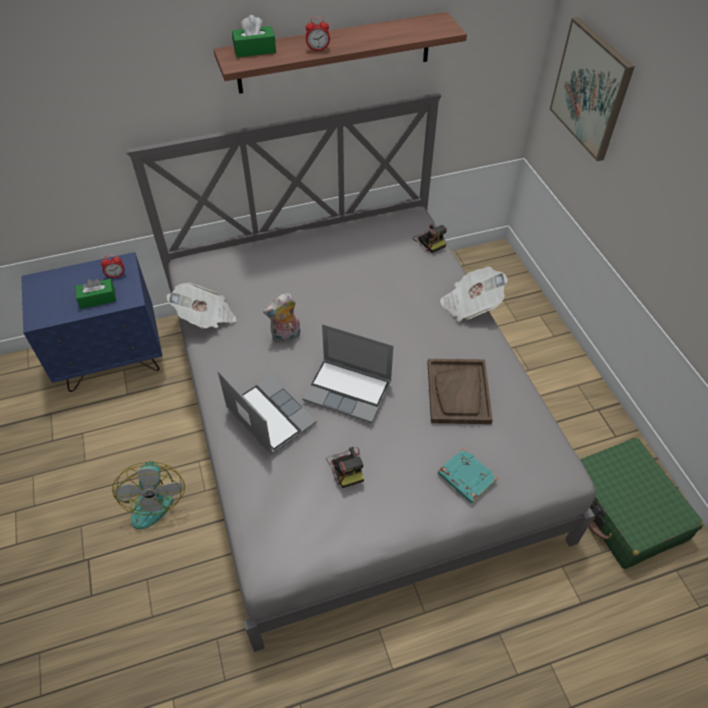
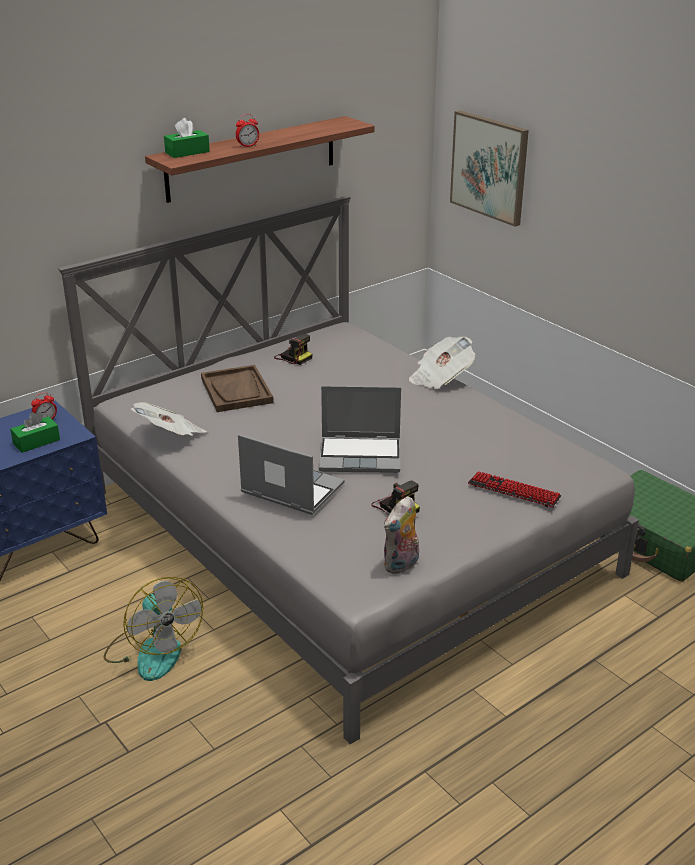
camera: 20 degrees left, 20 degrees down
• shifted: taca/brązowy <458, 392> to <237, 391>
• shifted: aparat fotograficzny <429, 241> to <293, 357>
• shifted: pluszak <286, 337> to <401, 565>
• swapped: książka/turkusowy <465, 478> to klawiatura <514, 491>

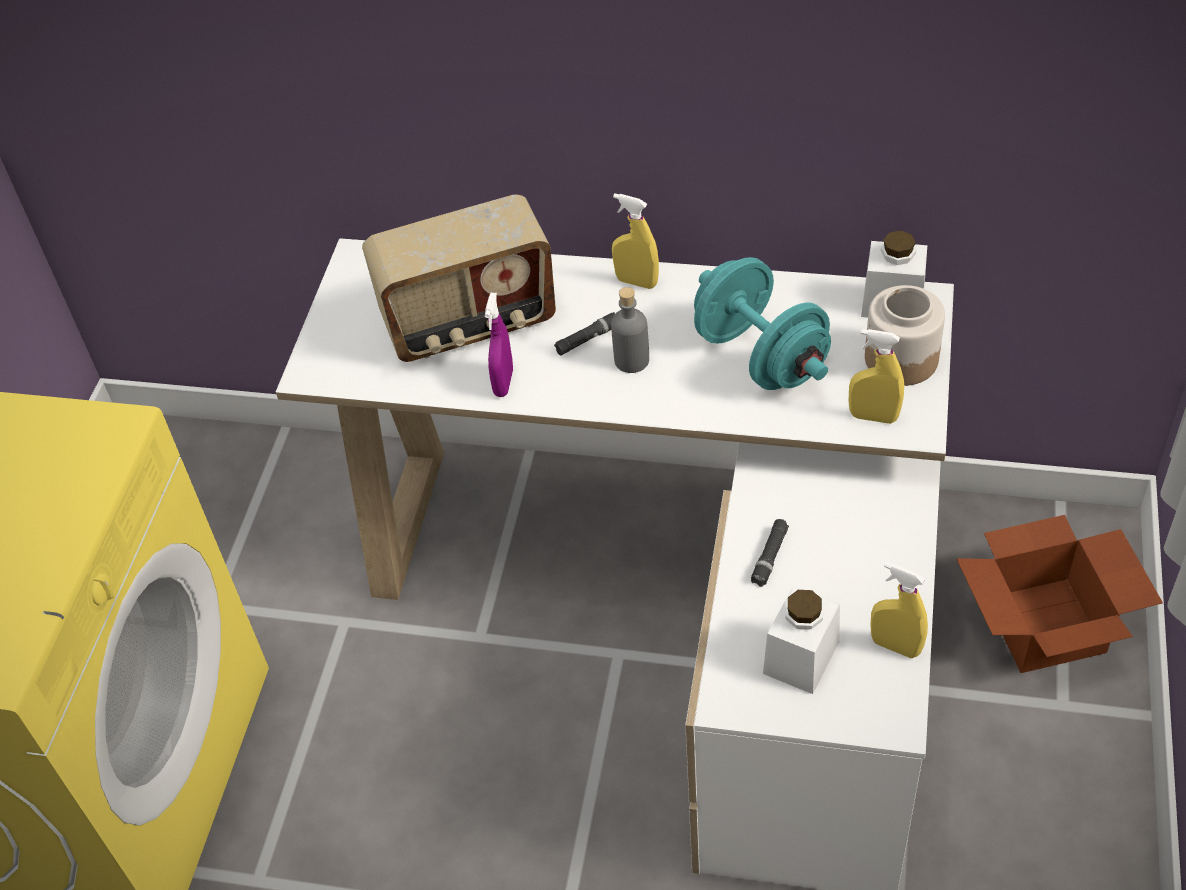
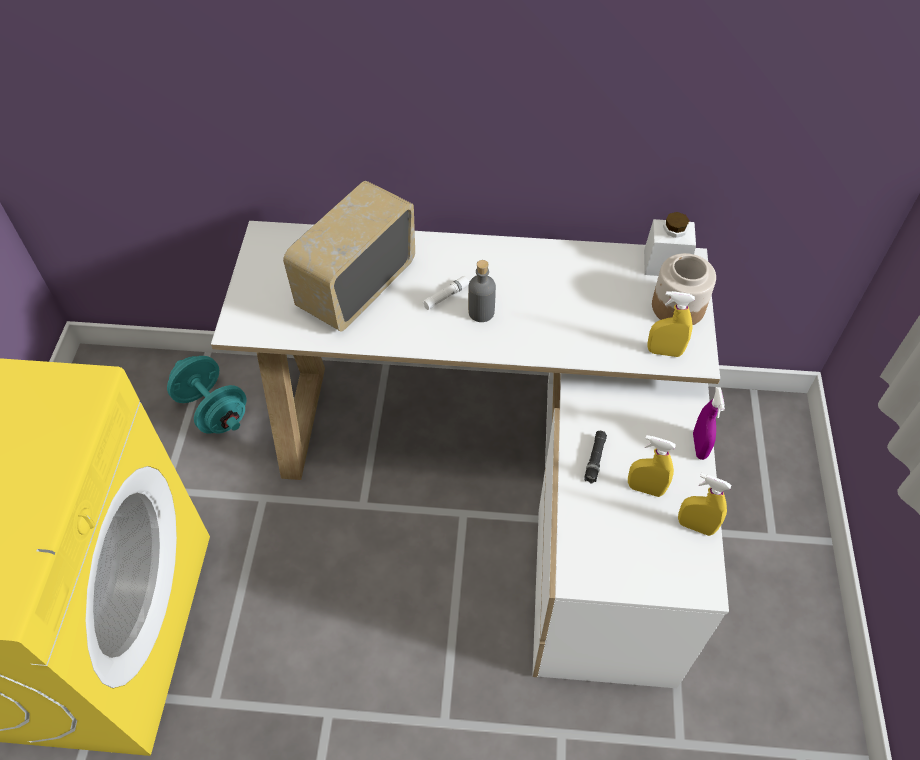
camera: 10 degrees left, 5 degrees up
• shifted: hantel/turkusowy <760, 356> to <213, 410>
• rotated: radio <470, 324> = <356, 286> 150 degrees clockwise
• repainted: latarka/czarny <587, 339> to latarka/biały <446, 296>
• shifted: spryskiwacz/żółty <636, 282> to <645, 489>
• shifted: spryskiwacz/fioletowy <503, 383> to <699, 446>
• gone: słoik/biały <801, 657>
• gone: karton <1048, 626>

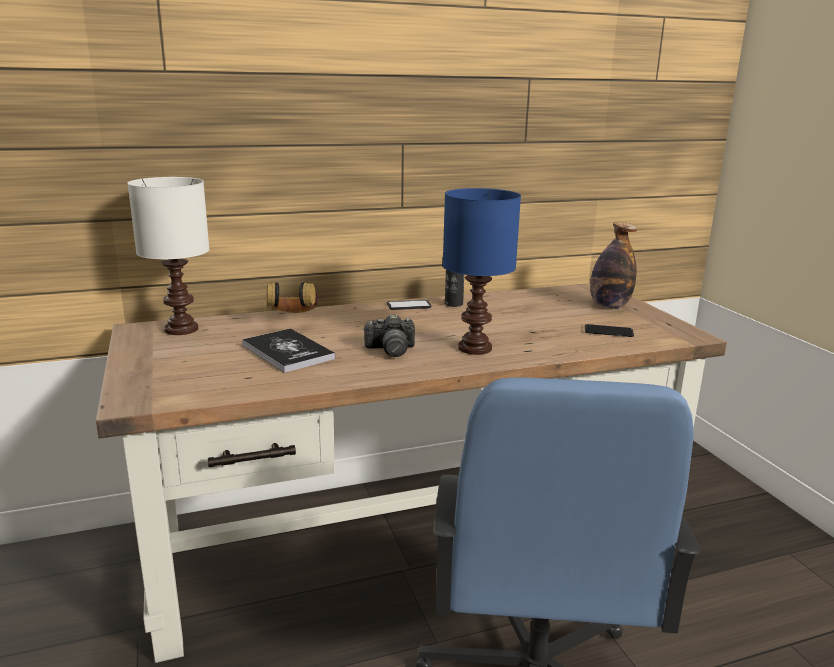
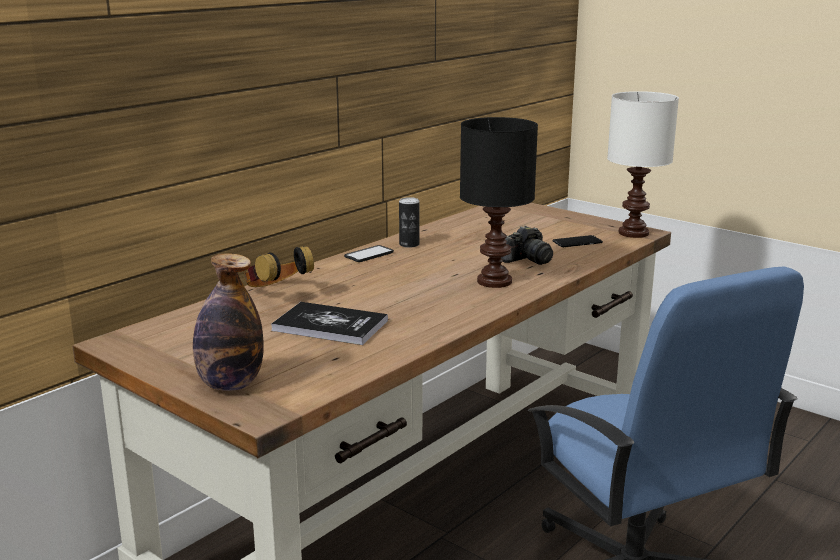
camera: 30 degrees left, 0 degrees up
• shifted: butelka <609, 306> to <230, 384>
• repainted: lampa stołowa/niebieski <473, 348> to lampa stołowa/czarny <493, 281>
• shifted: aparat fotograficzny <390, 350> to <527, 260>
• shifted: lampa stołowa/biały <180, 330> to <633, 233>

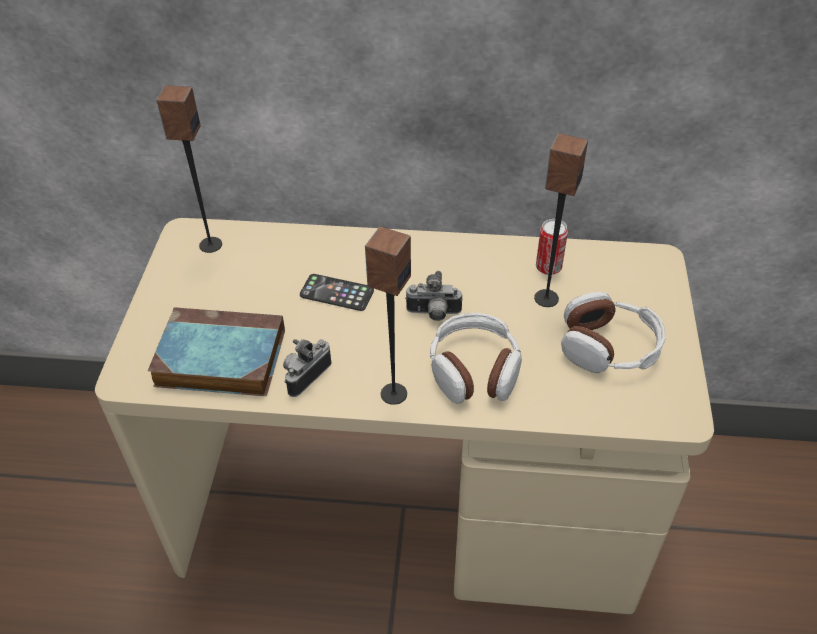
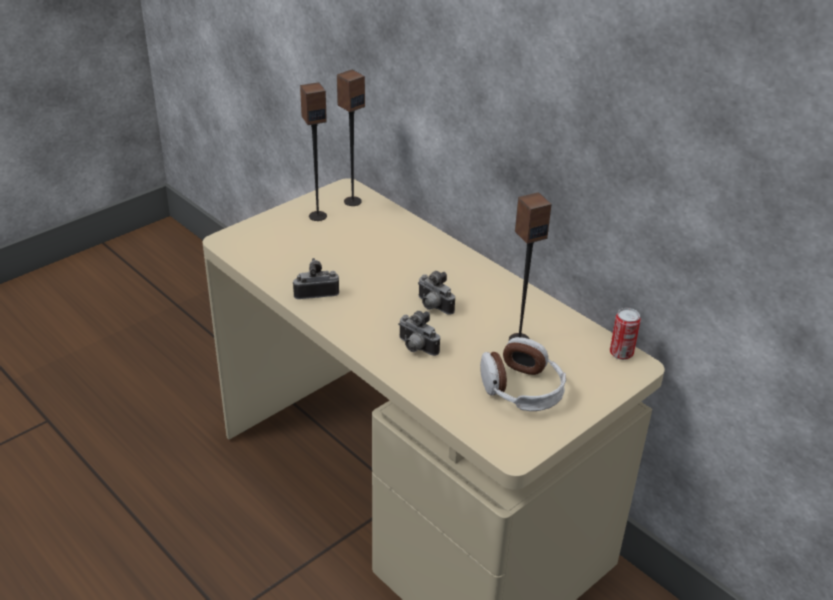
camera: 40 degrees right, 10 degrees down
• shifted: głośnik <393, 393> to <317, 216>
• swapped: słuchawki <474, 370> to aparat fotograficzny <415, 348>
• shifted: puszka <548, 267> to <621, 353>
• gone: książka <217, 359>
• gone: telefon <337, 293>

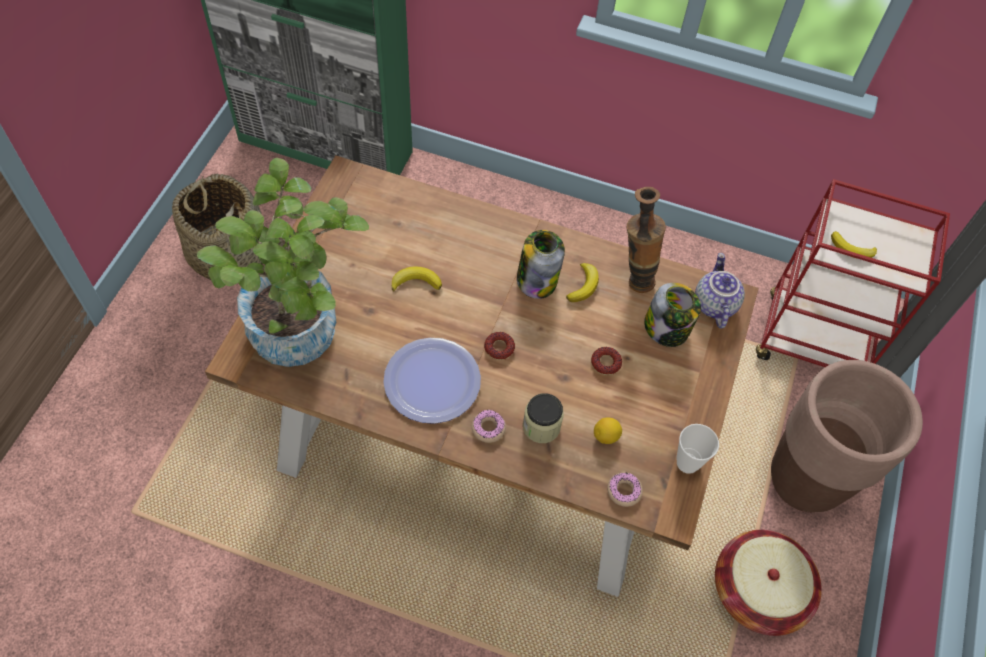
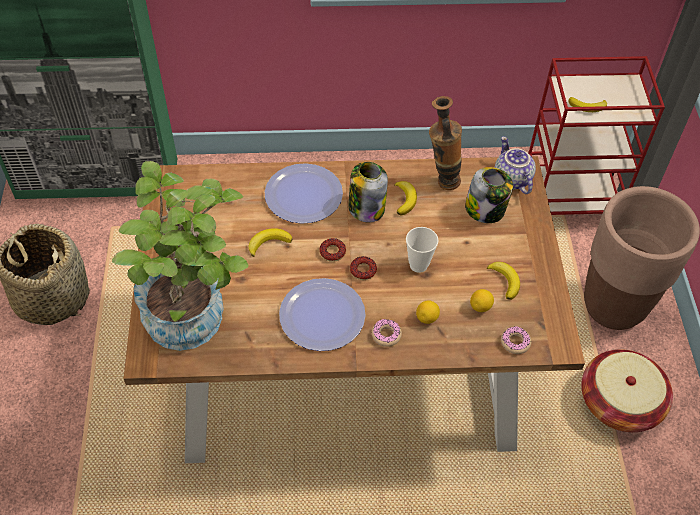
camera: 20 degrees left, 5 degrees down
• new: talerz <304, 195>
• shifted: donut <606, 363> to <332, 252>
• shifted: filiżanka <687, 463> to <418, 265>
• swapped: słoik <541, 426> to cytryna <427, 318>
• new: banan <505, 281>

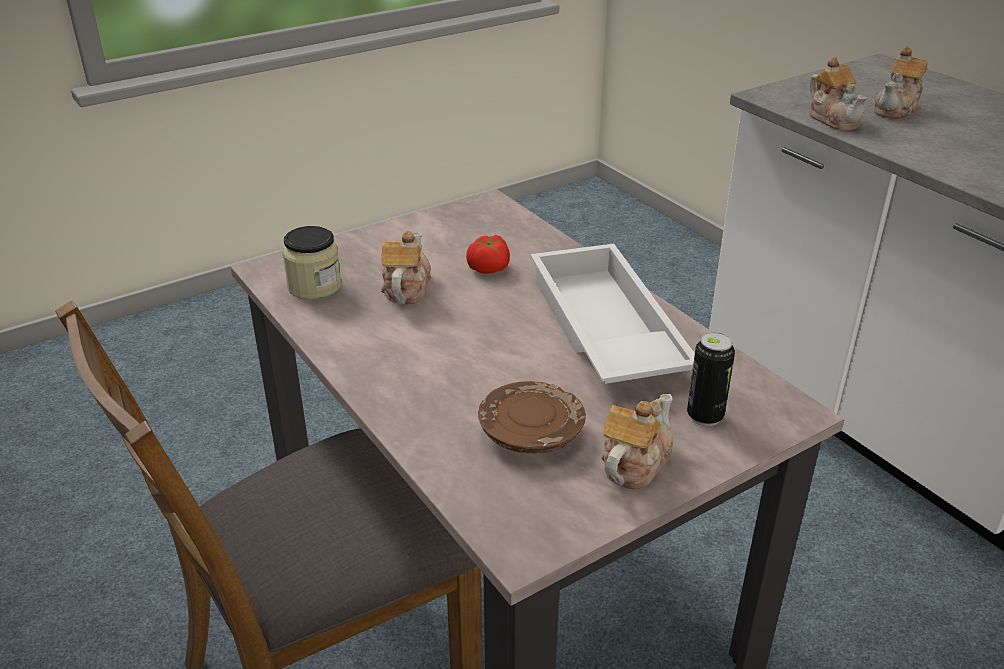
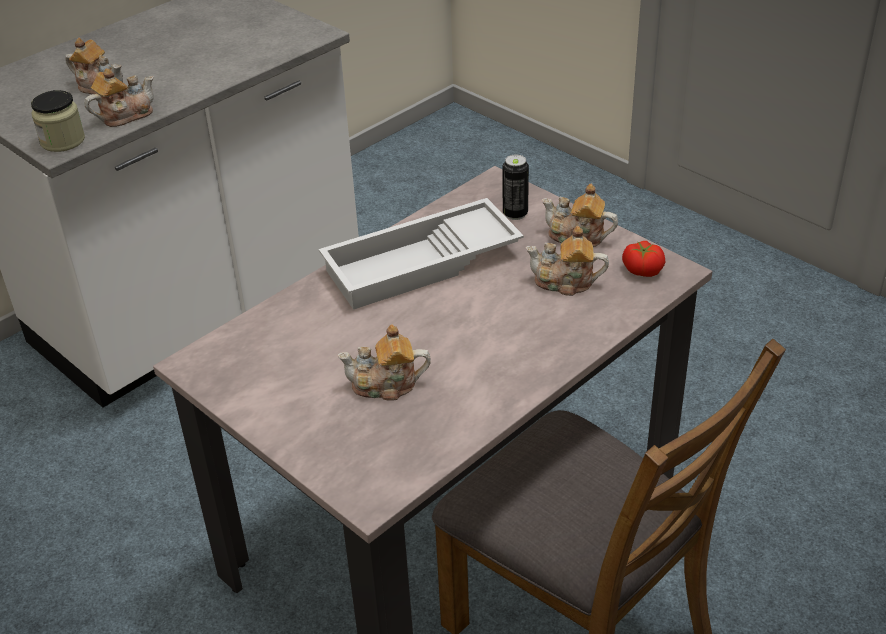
camera: 100 degrees left, 5 degrees up
• shifted: słoik <314, 286> to <62, 141>
• swapped: talerz/brązowy <530, 432> to imbryk <565, 282>
• shifted: pomidor <489, 268> to <642, 269>

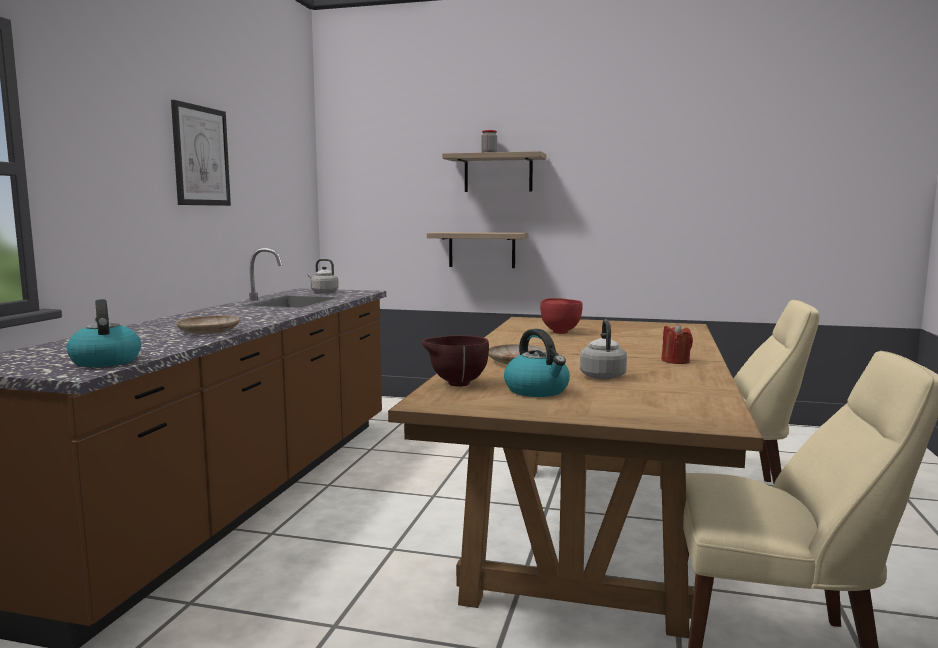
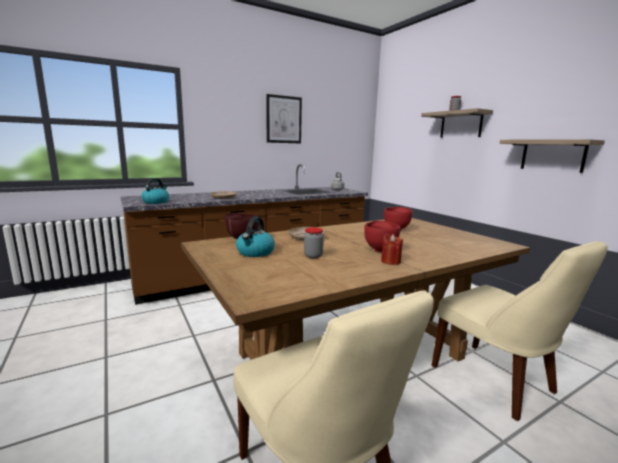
camera: 45 degrees right, 5 degrees up
• swapped: czajnik/szary <602, 376> to słoik <313, 256>
• new: miska/czerwony <380, 249>
• shifted: półka <482, 249> to <552, 155>

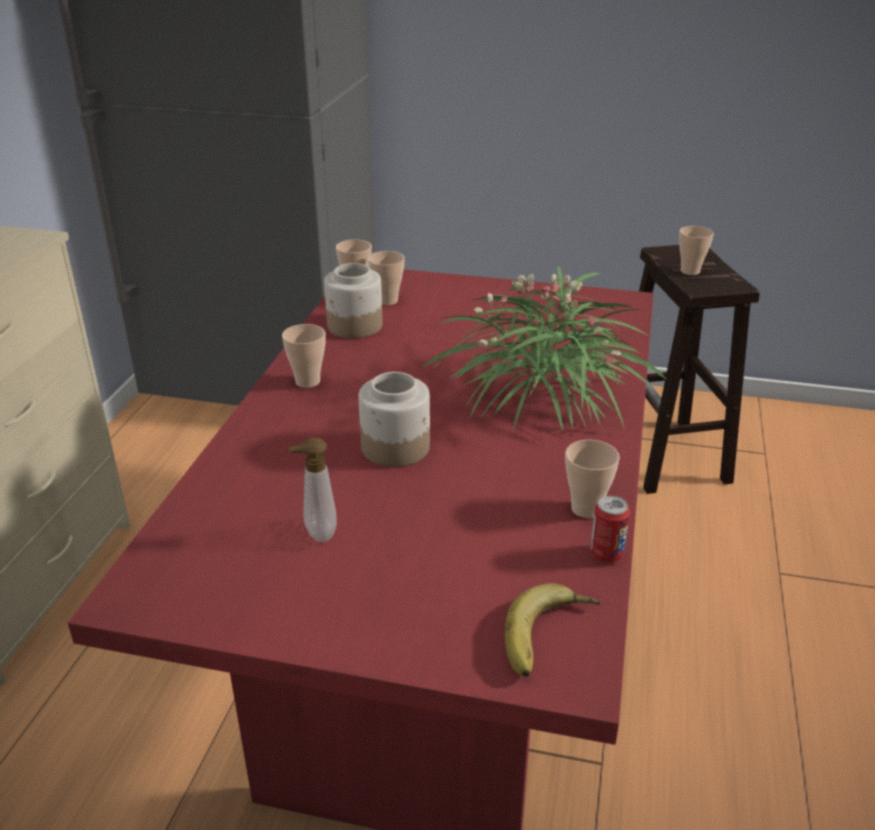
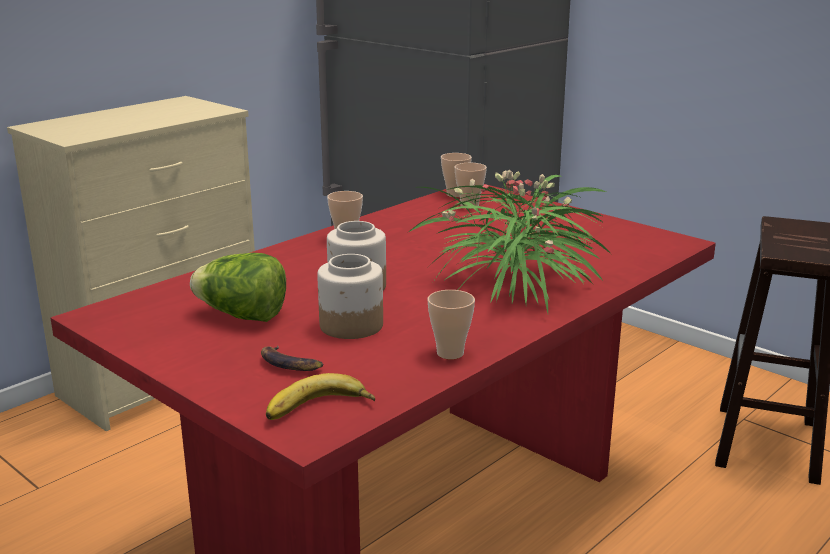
camera: 30 degrees right, 10 degrees down
• swapped: dozownik mydła <317, 534> to sałata <242, 316>
• new: banan <289, 364>
• shifted: słoik <354, 326> to <350, 326>
• gone: puszka <606, 554>
• gone: filiżanka <690, 271>

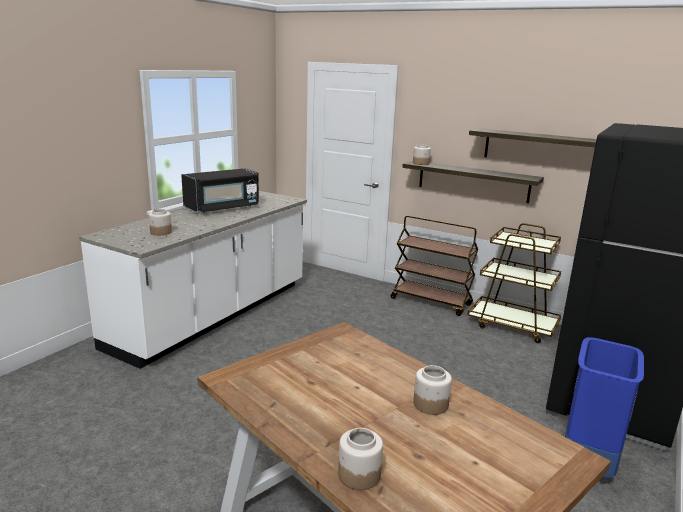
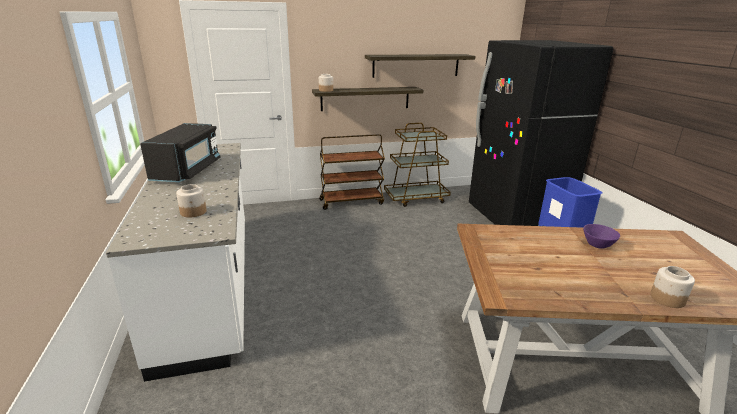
camera: 45 degrees left, 5 degrees up
• swapped: słoik <430, 404> to miska/fioletowy <597, 245>

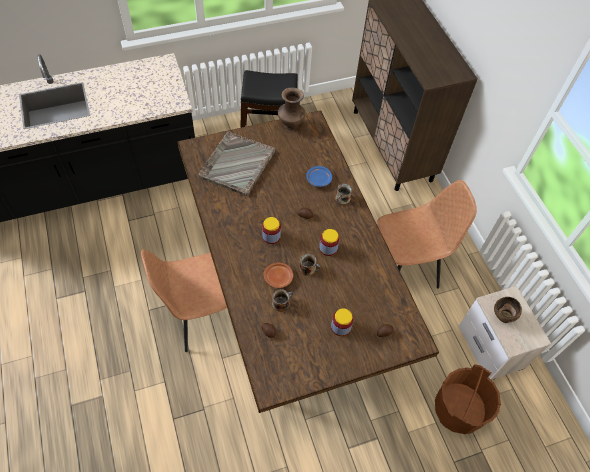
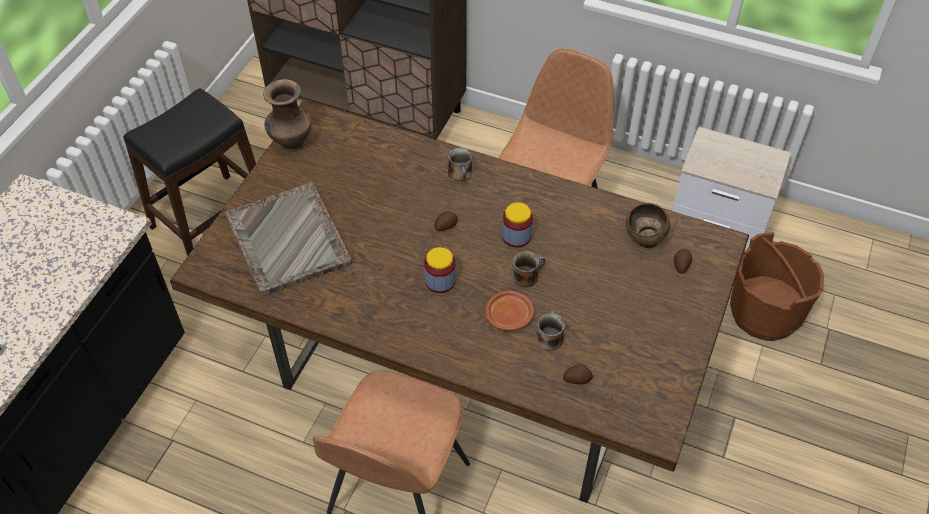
camera: 45 degrees left, 5 degrees down
• shifted: miska/brązowy <502, 316> to <644, 241>
• gone: talerz/niebieski <318, 180>
• gone: słoik <341, 327>

